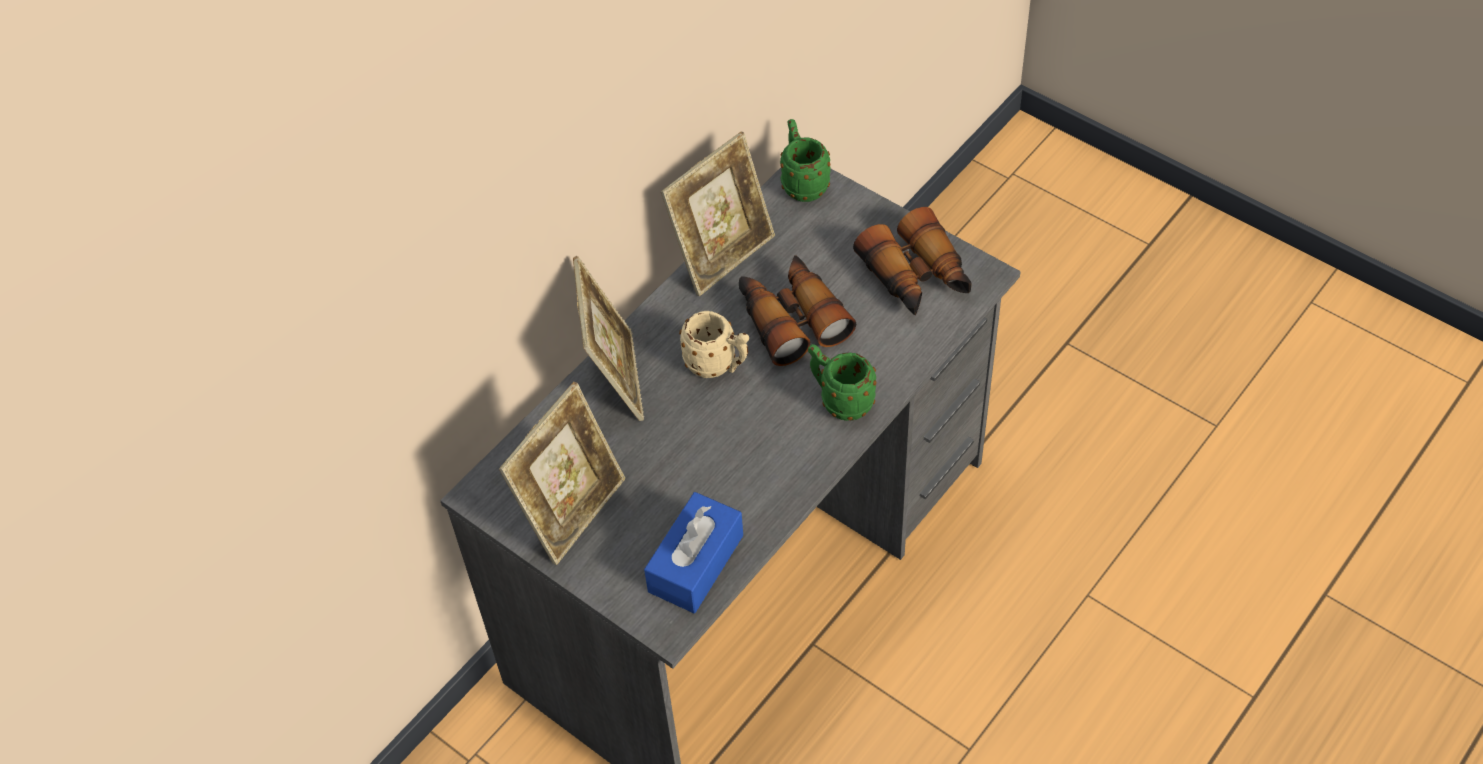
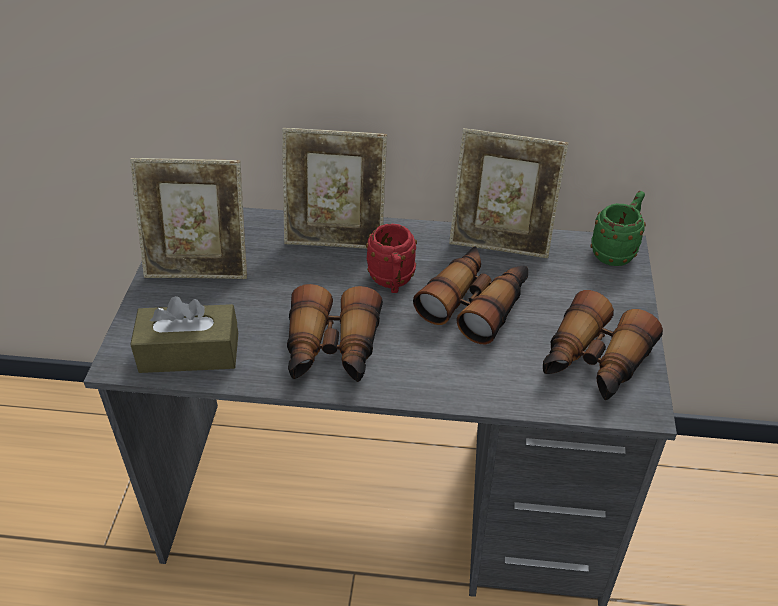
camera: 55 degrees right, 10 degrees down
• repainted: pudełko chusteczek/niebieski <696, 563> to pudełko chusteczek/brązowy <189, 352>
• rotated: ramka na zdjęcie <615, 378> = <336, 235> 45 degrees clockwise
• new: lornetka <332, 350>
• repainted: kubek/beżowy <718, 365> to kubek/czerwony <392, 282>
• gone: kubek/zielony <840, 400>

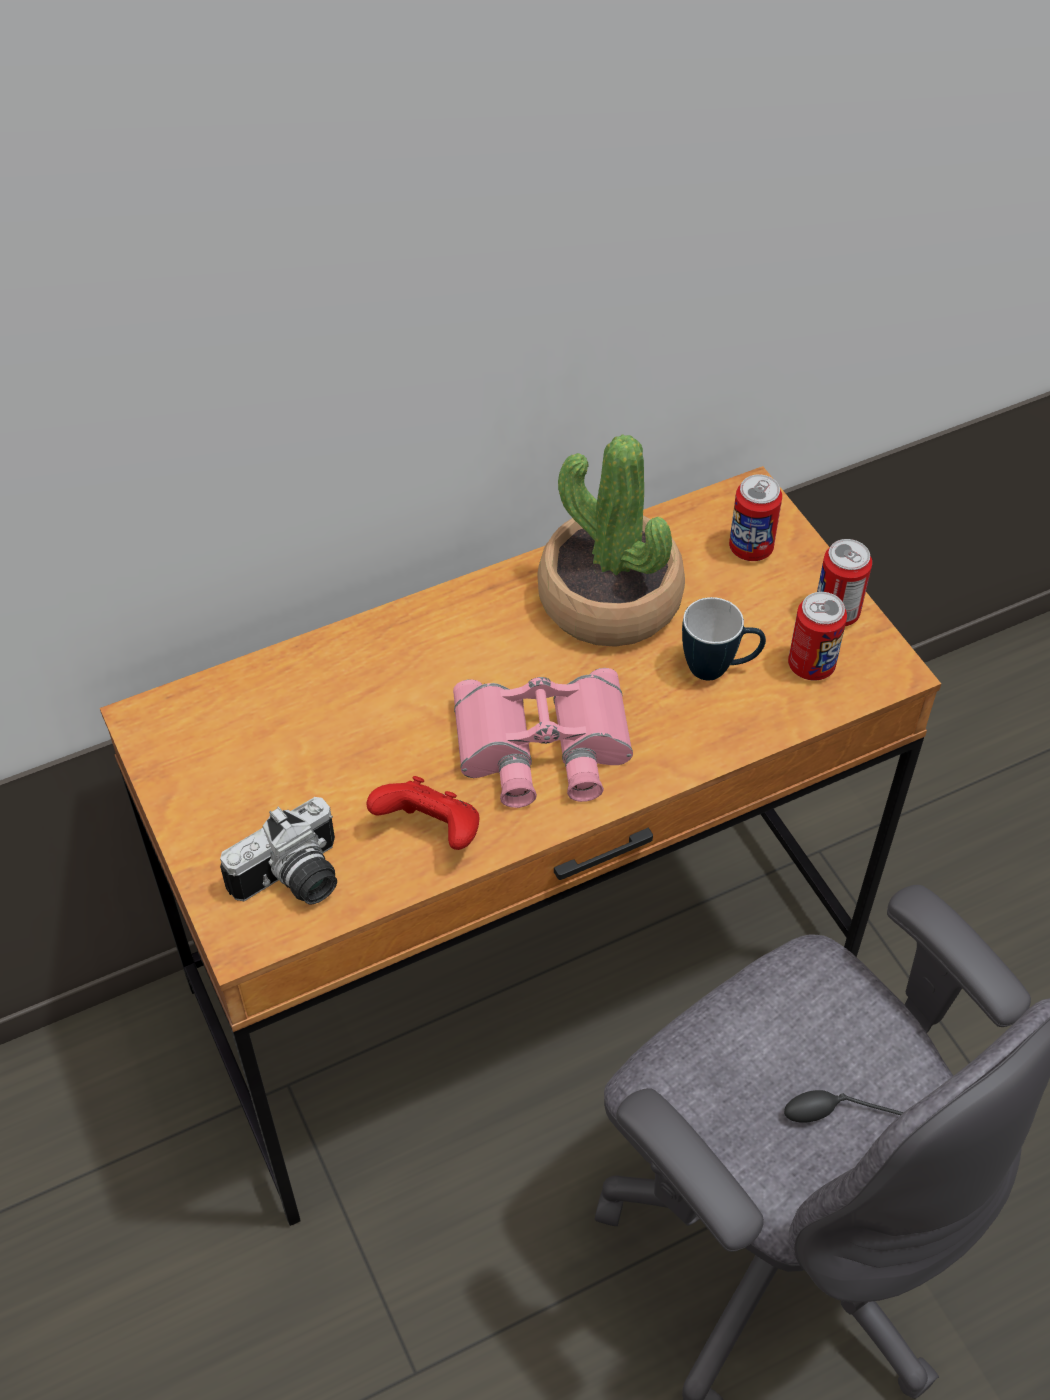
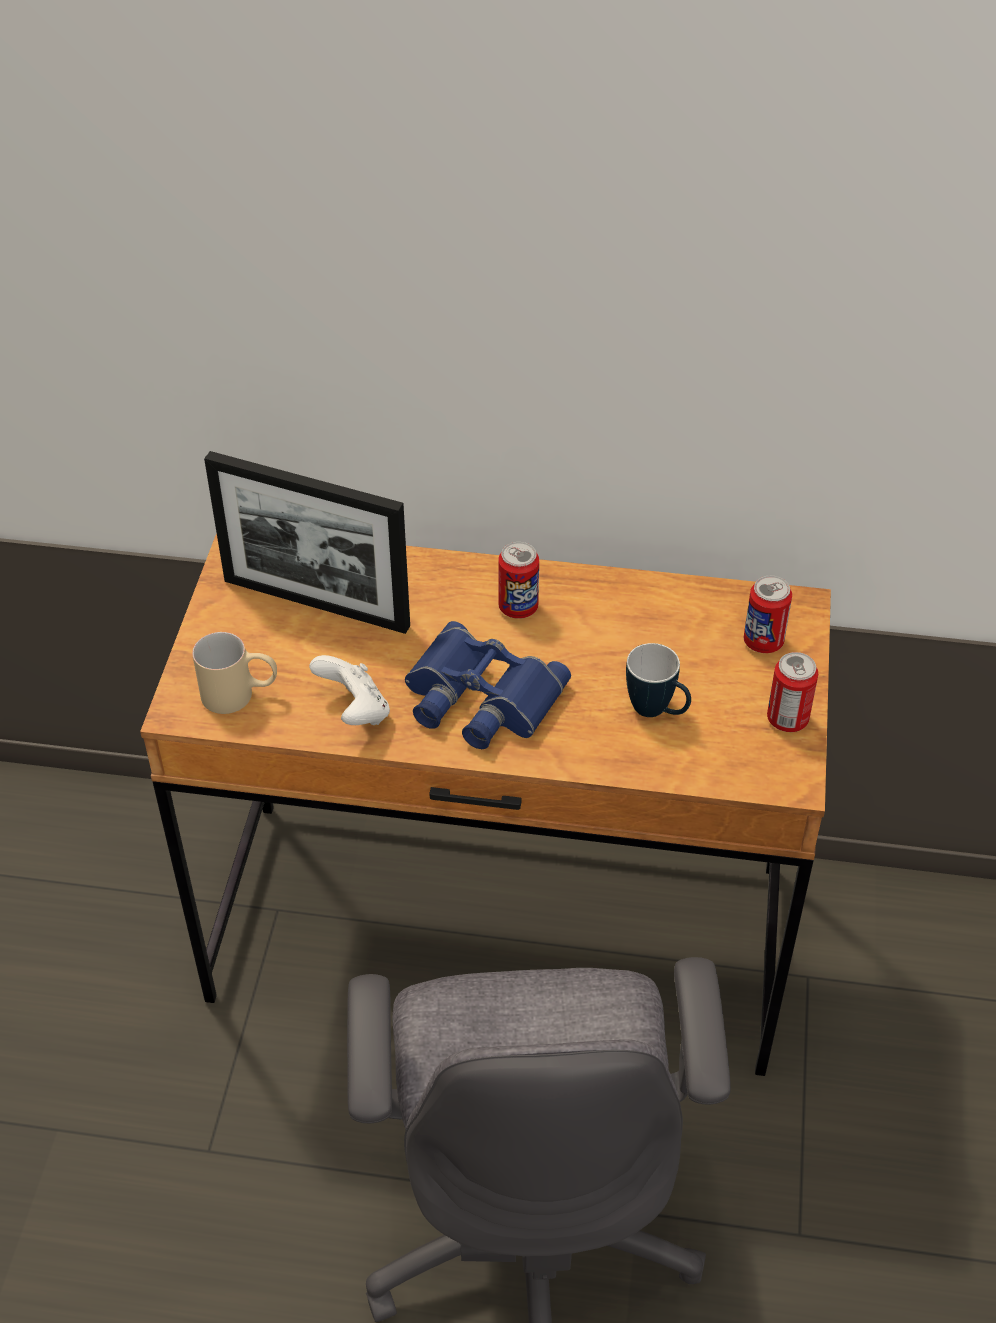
camera: 35 degrees right, 5 degrees down
• swapped: aparat fotograficzny <295, 882> to kubek/beżowy <240, 695>
• new: ramka na zdjęcie <316, 603>
• repainted: pad do gier/czerwony <431, 831> to pad do gier/biały <354, 711>
• repainted: lornetka/różowy <542, 749> to lornetka/niebieski <478, 699>
• shifted: puszka <811, 665> to <518, 607>
• gone: roślina doniczkowa <609, 599>

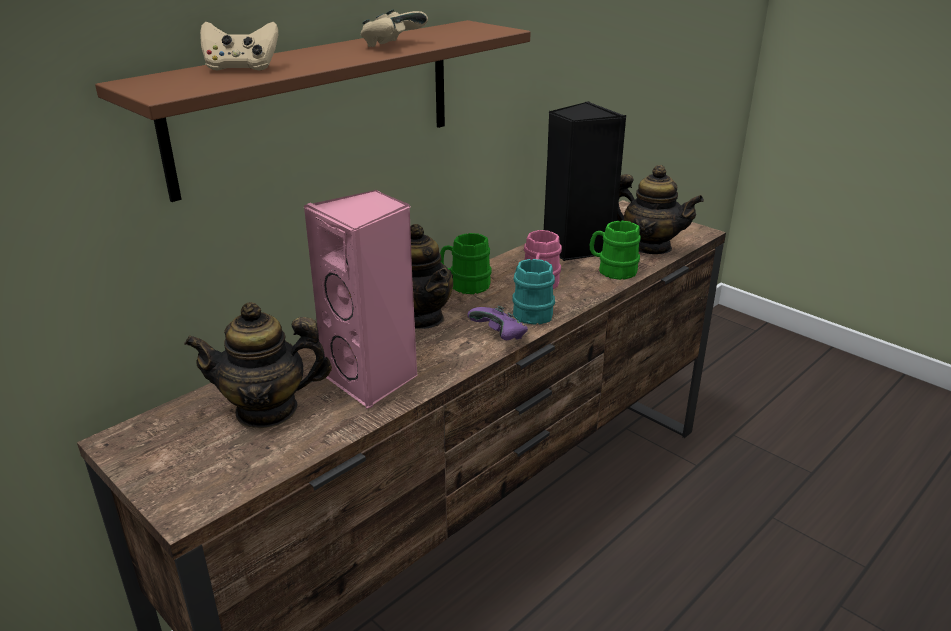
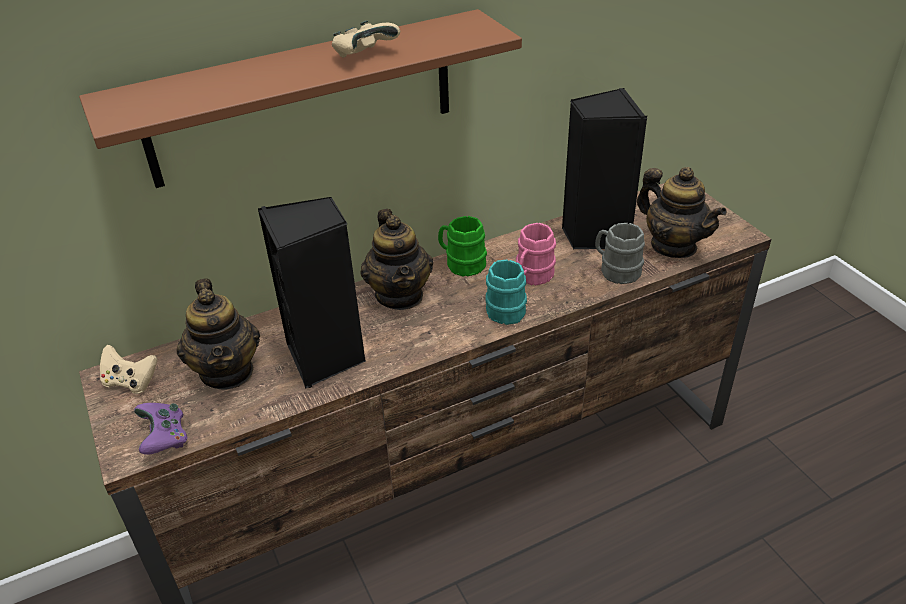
camera: 20 degrees right, 10 degrees up
• shifted: pad do gier/beżowy <241, 68> to <131, 382>
• shifted: pad do gier/fioletowy <500, 336> to <165, 439>
• rotated: imbryk <267, 410> = <228, 371> 120 degrees counterclockwise
• repainted: głośnik/różowy <373, 379> to głośnik/czarny <326, 358>
• repainted: kubek/zielony <612, 270> to kubek/szary <615, 270>

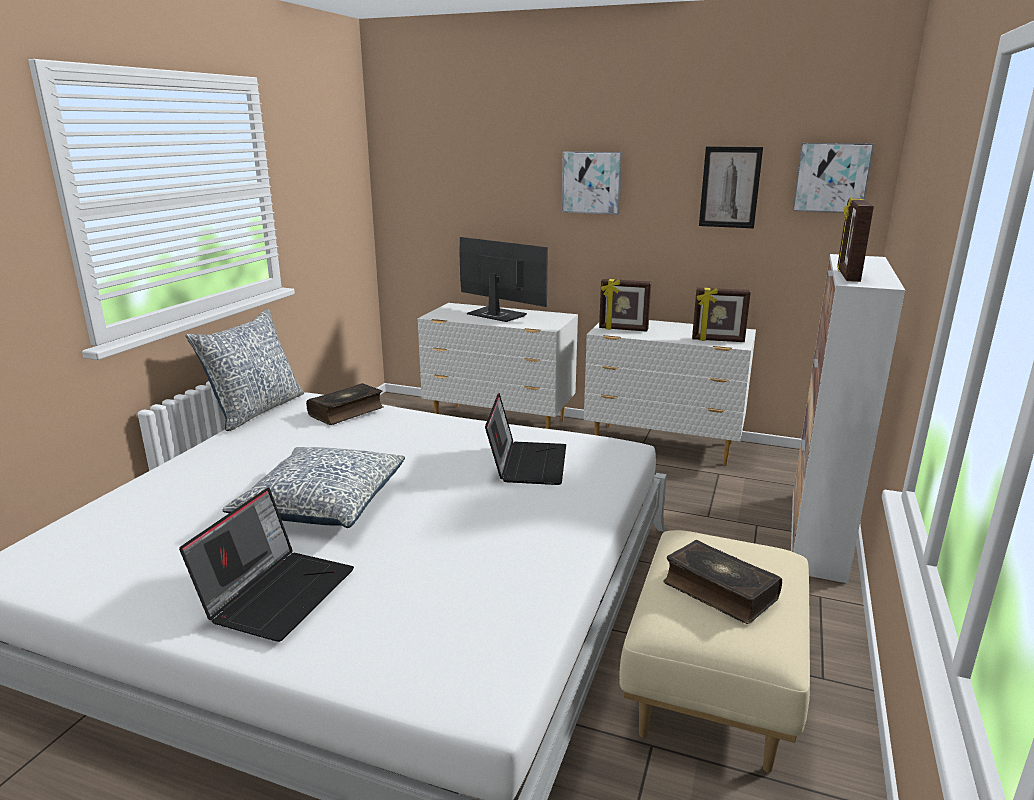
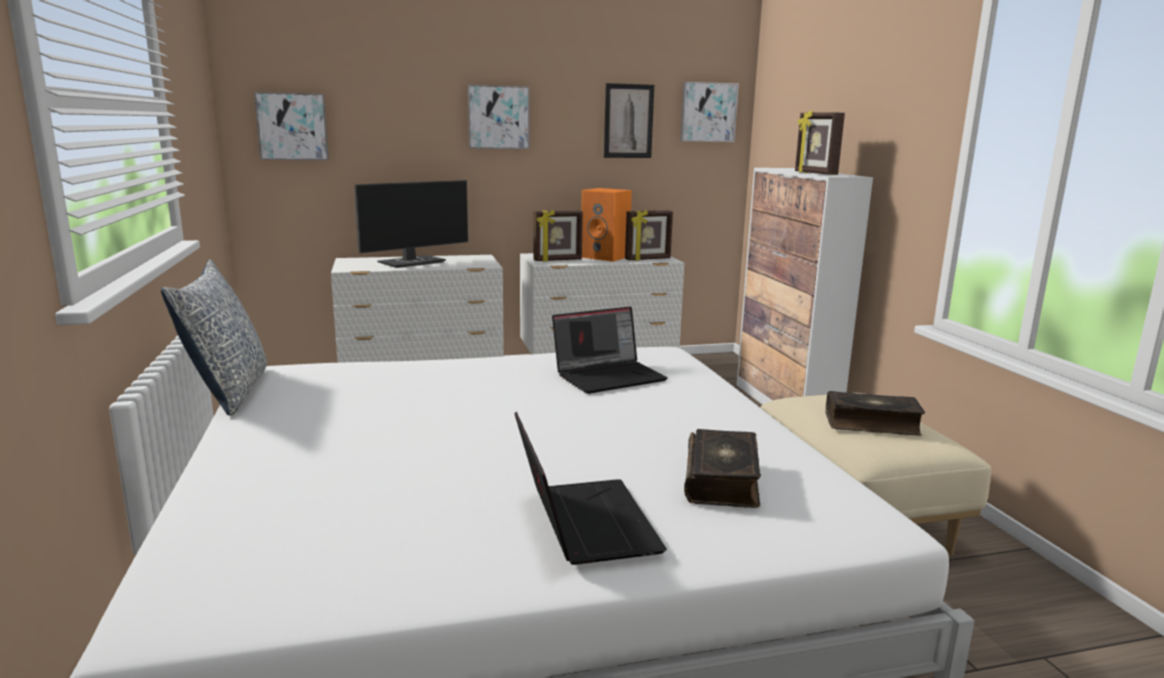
camera: 35 degrees left, 5 degrees down
• new: obraz <292, 126>
• rotated: monitor <495, 315> = <413, 262> 135 degrees clockwise
• rotated: laptop <526, 463> = <609, 376> 90 degrees clockwise
• new: głośnik/pomarańczowy <606, 257>
• shifted: książka <347, 412> to <723, 480>
• gone: poduszka <323, 503>

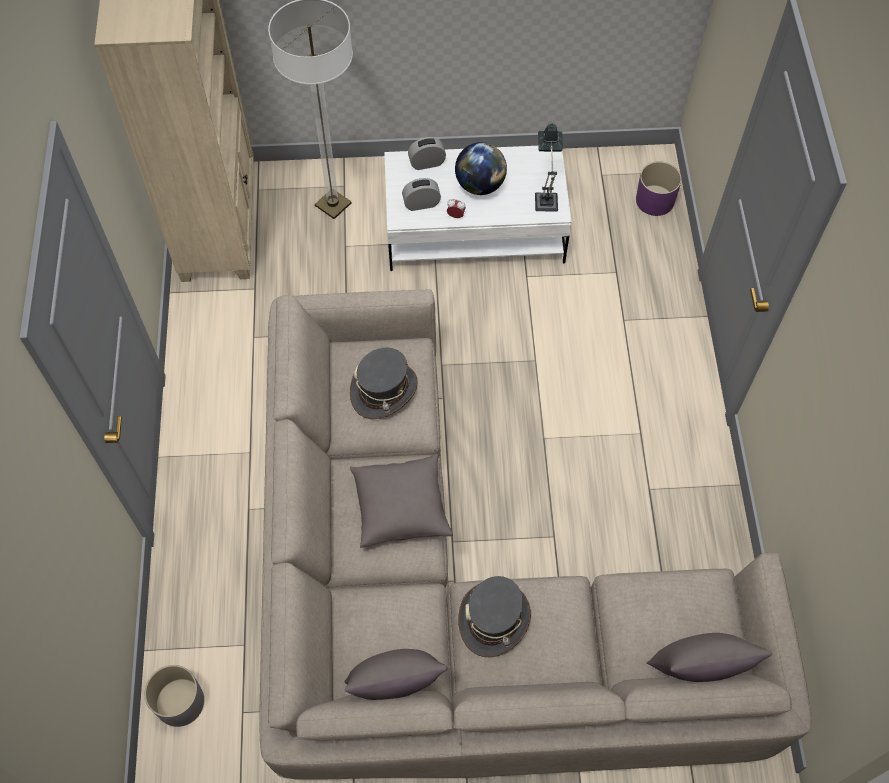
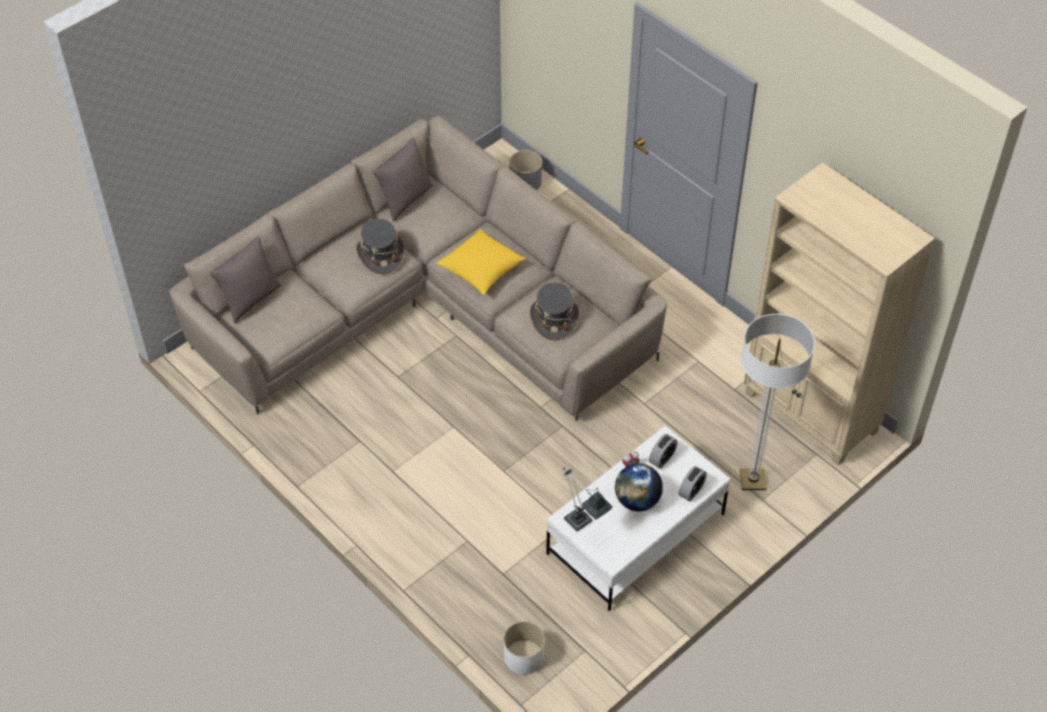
camera: 140 degrees right, 10 degrees down
• repainted: poduszka/szary <401, 507> to poduszka/żółty <481, 271>
• repainted: donica/fioletowy <655, 200> to donica/biały <523, 657>

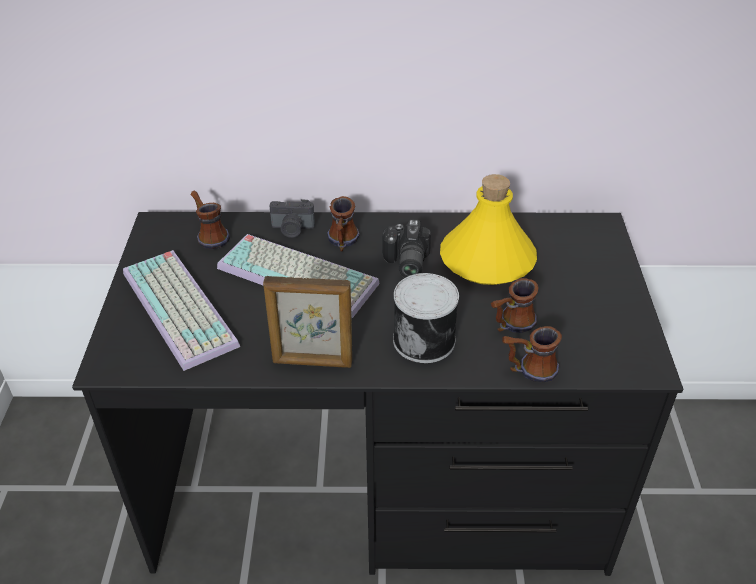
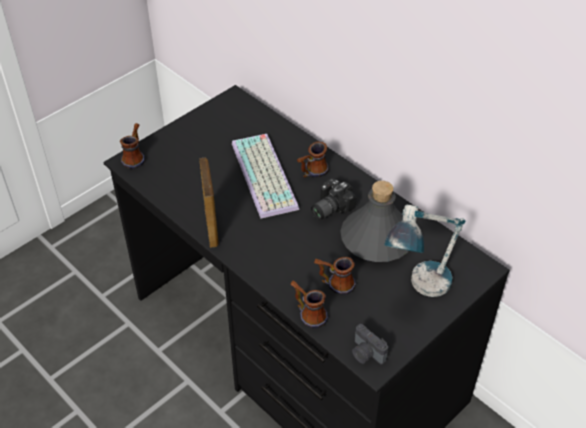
camera: 45 degrees right, 5 degrees up
• shifted: kubek <209, 235> to <135, 157>
• rotated: ramka na zdjęcie <312, 362> = <211, 227> 150 degrees counterclockwise
• repainted: butelka/żółty <486, 260> to butelka/szary <376, 239>
• shifted: aparat fotograficzny <292, 229> to <366, 354>
• new: lampa stołowa <418, 290>
• gone: klawiatura <182, 308>
• gone: puszka <425, 339>

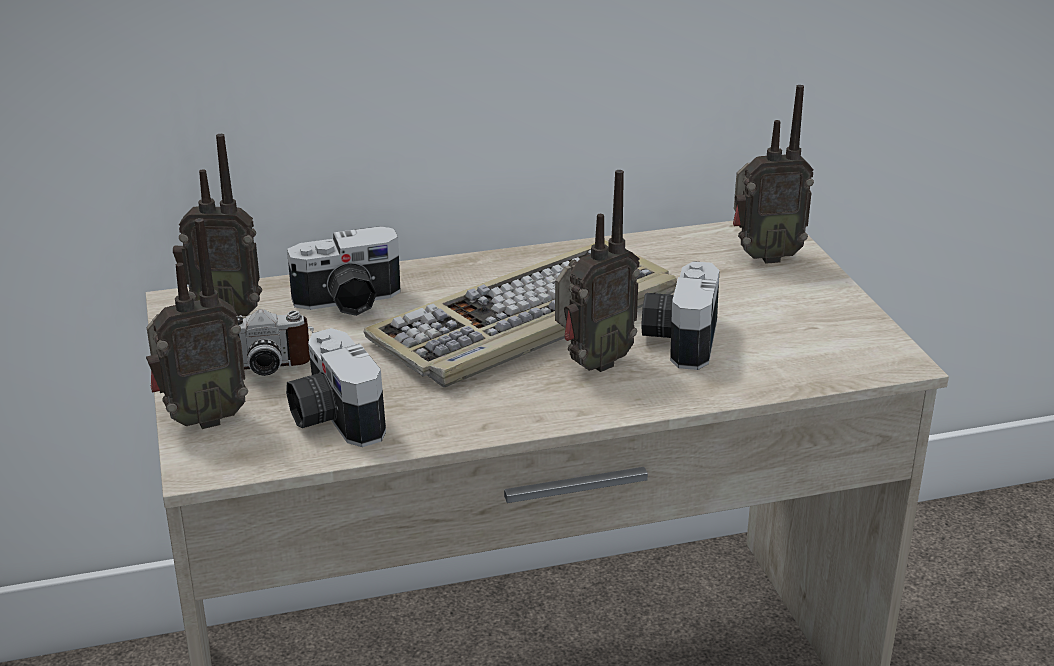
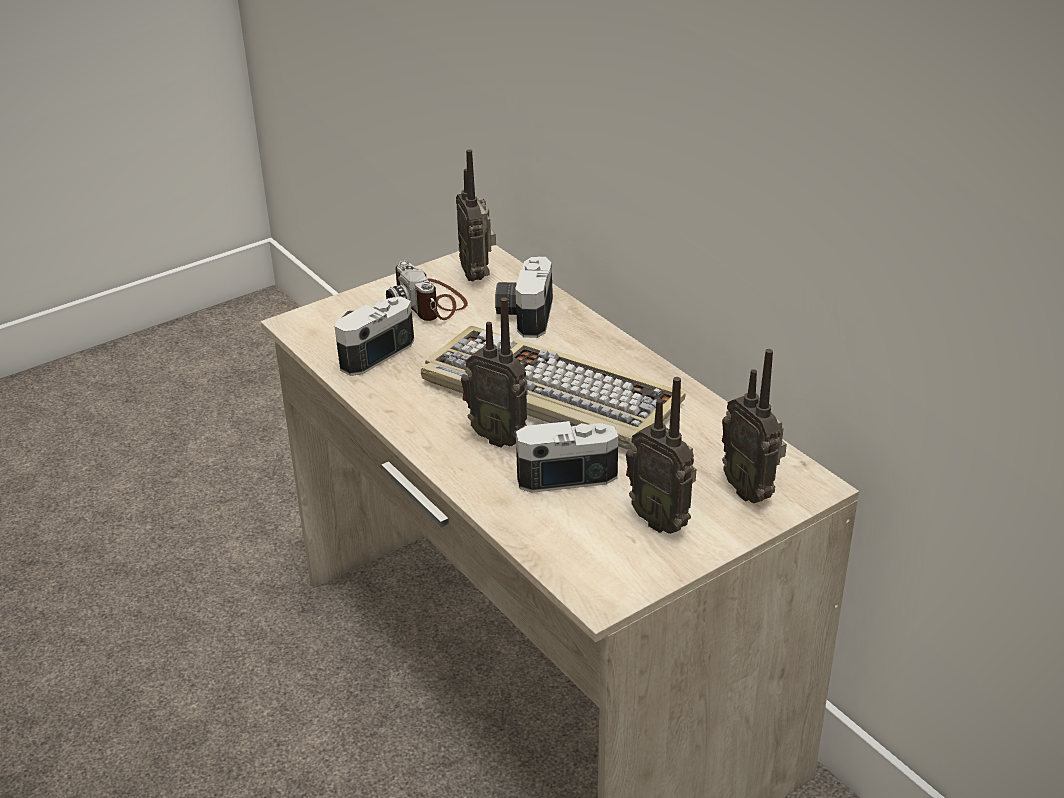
camera: 70 degrees right, 5 degrees up
• rotated: aparat fotograficzny <349, 303> = <523, 314> 45 degrees clockwise
• shifted: radio <201, 419> to <661, 520>

